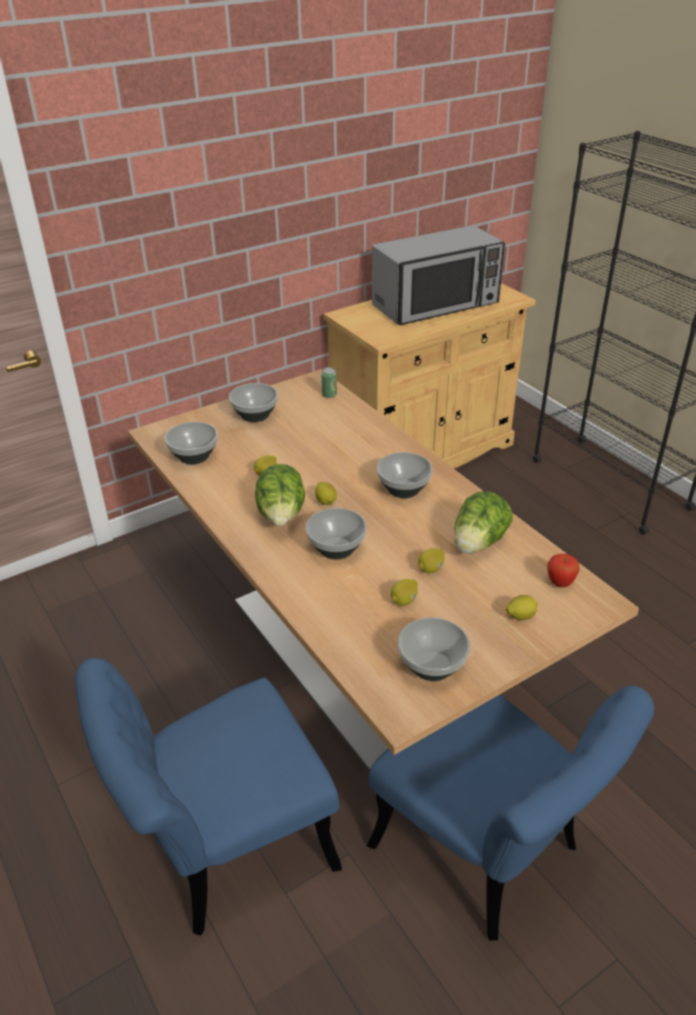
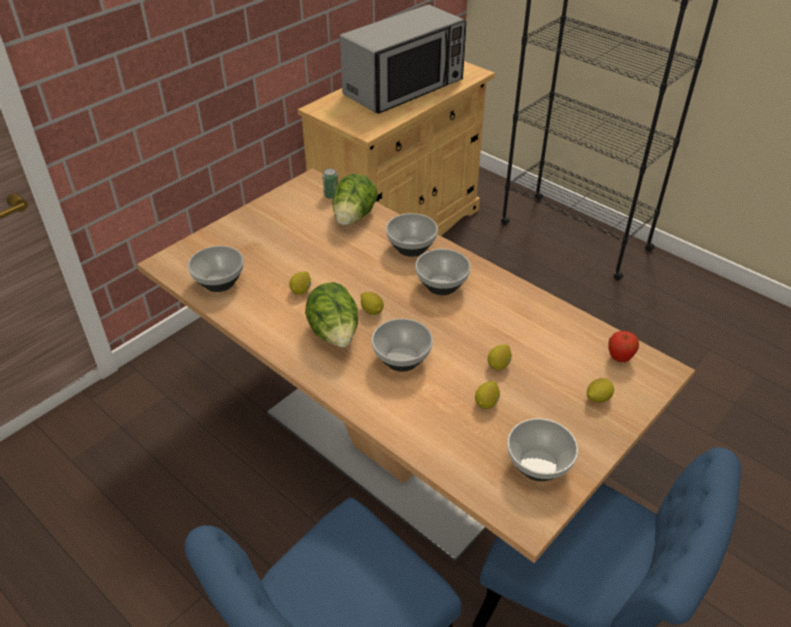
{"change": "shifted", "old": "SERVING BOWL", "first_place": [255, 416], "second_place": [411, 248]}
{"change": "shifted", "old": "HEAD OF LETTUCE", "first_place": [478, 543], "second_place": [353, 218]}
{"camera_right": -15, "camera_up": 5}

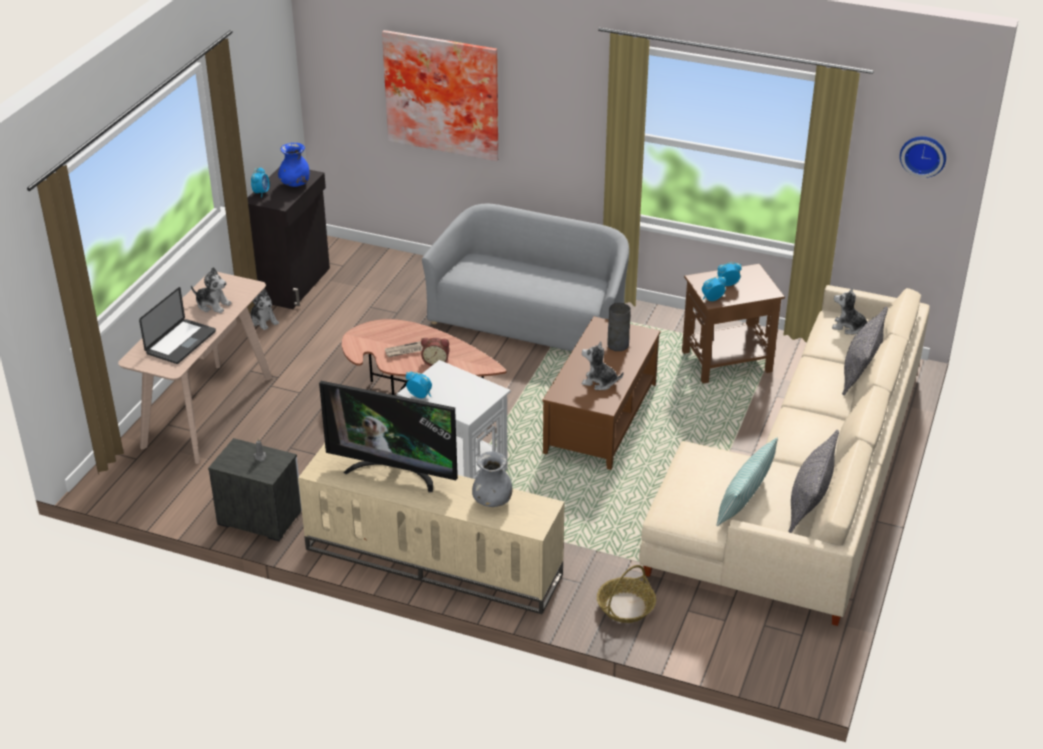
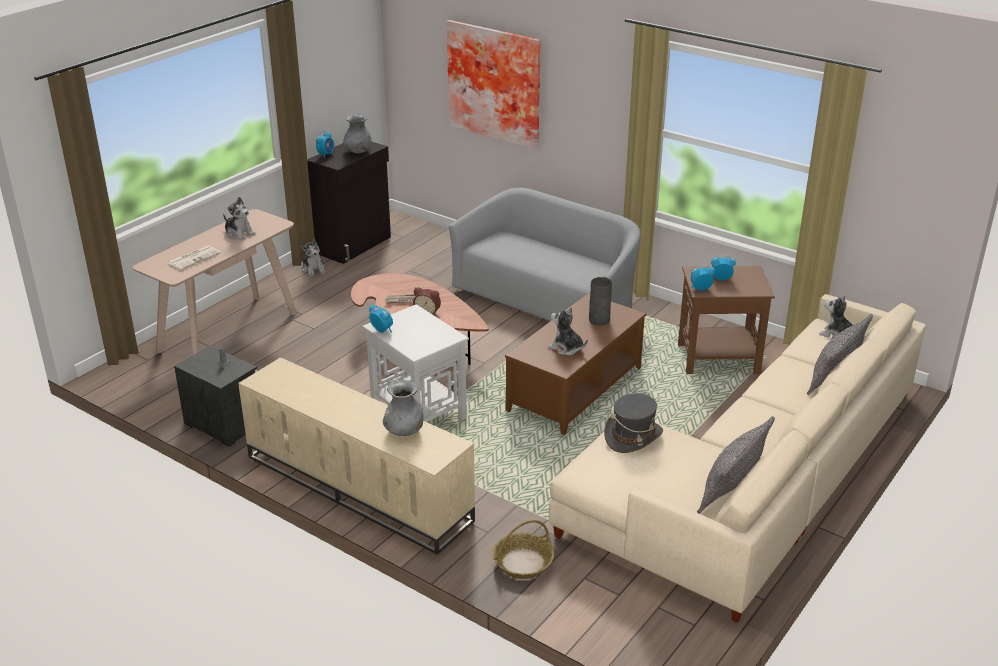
{"change": "gone", "old": "CLOCK ON THE WALL", "first_place": [923, 155]}
{"change": "repainted", "old": "BLUE-COLOURED FLOWER VASE", "new": "GREYISH FLOWER VASE", "first_place": [295, 184], "second_place": [358, 151]}
{"change": "swapped", "old": "LAPTOP", "new": "PRINTED PAPER", "first_place": [181, 342], "second_place": [194, 258]}
{"change": "gone", "old": "TV SET", "first_place": [394, 472]}
{"change": "gone", "old": "CUSHION", "first_place": [744, 499]}
{"change": "new", "new": "GREYISH CLOTHING HAT", "second_place": [633, 436]}
{"camera_right": 15, "camera_up": -5}

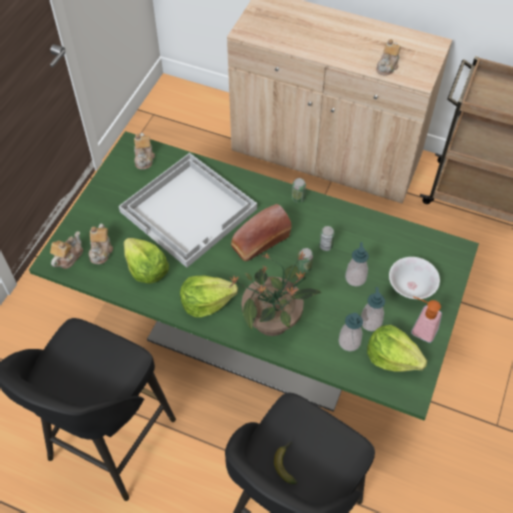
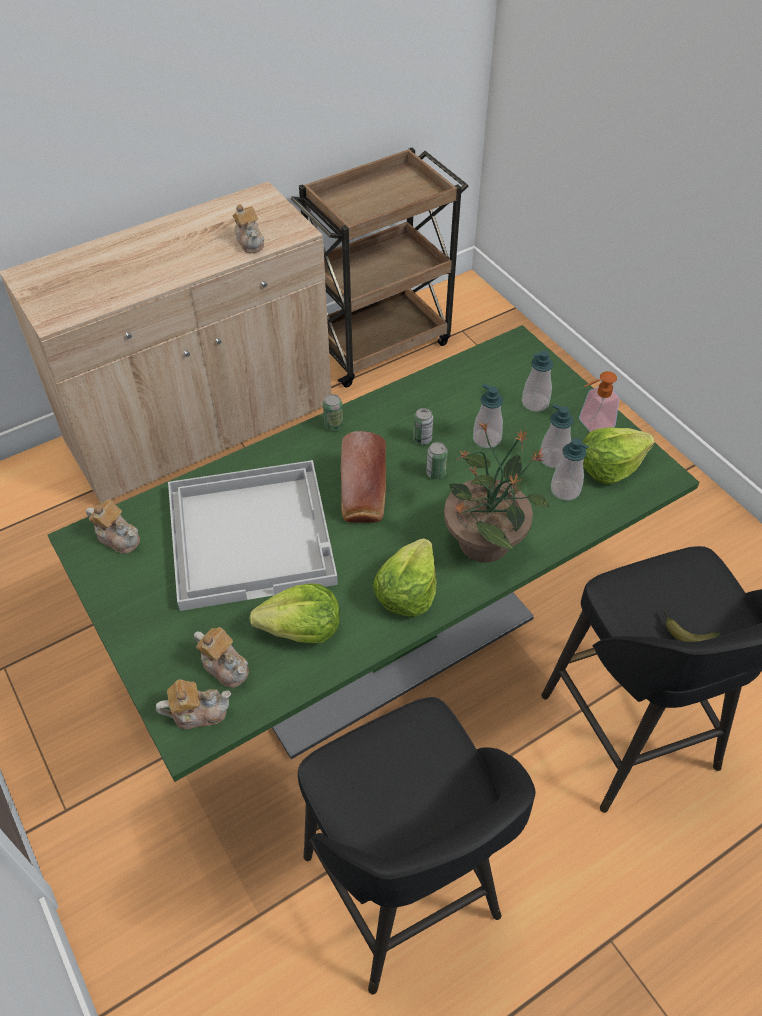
{"change": "rotated", "old": "POT FOR TEA", "first_place": [68, 257], "second_place": [198, 712], "degrees": 105}
{"change": "swapped", "old": "WHITISH SERVING BOWL", "new": "LIQUID SOAP BOTTLE", "first_place": [411, 287], "second_place": [535, 403]}
{"camera_right": -55, "camera_up": -5}

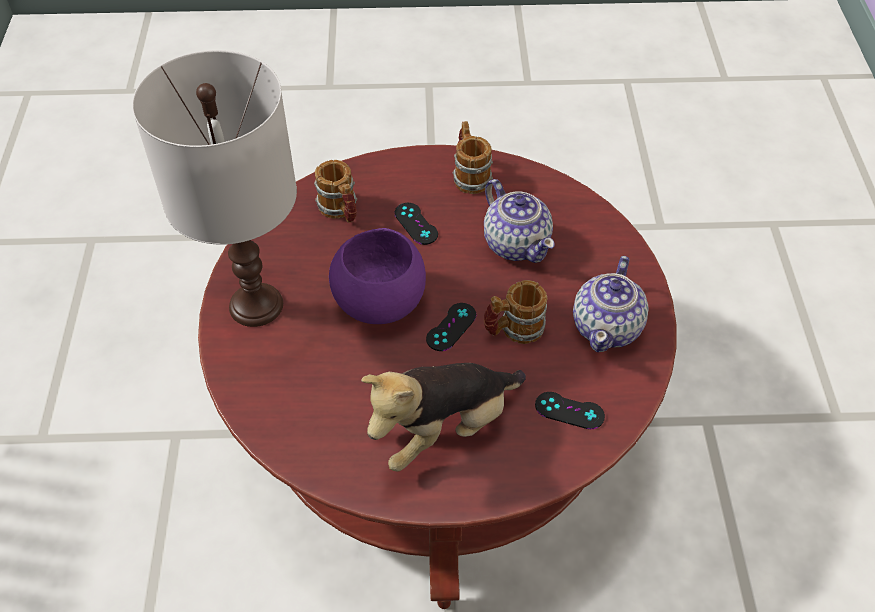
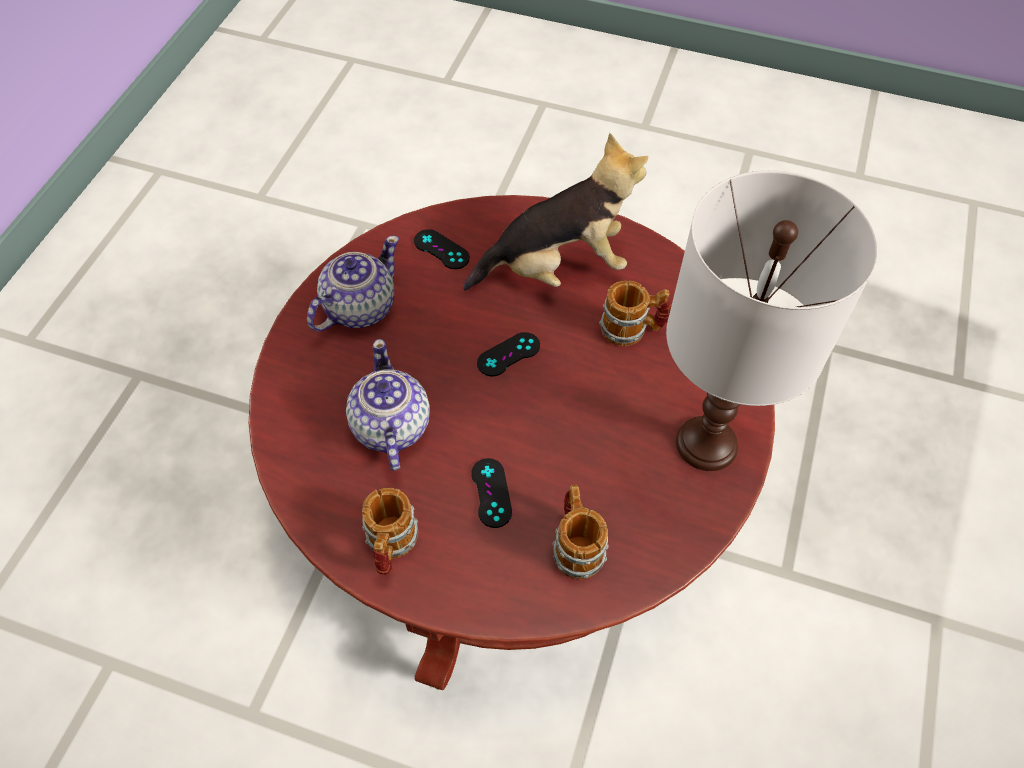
{"change": "gone", "old": "PURPLISH SERVING BOWL", "first_place": [381, 300]}
{"change": "shifted", "old": "TEA MUG", "first_place": [513, 330], "second_place": [632, 329]}
{"camera_right": -160, "camera_up": 5}

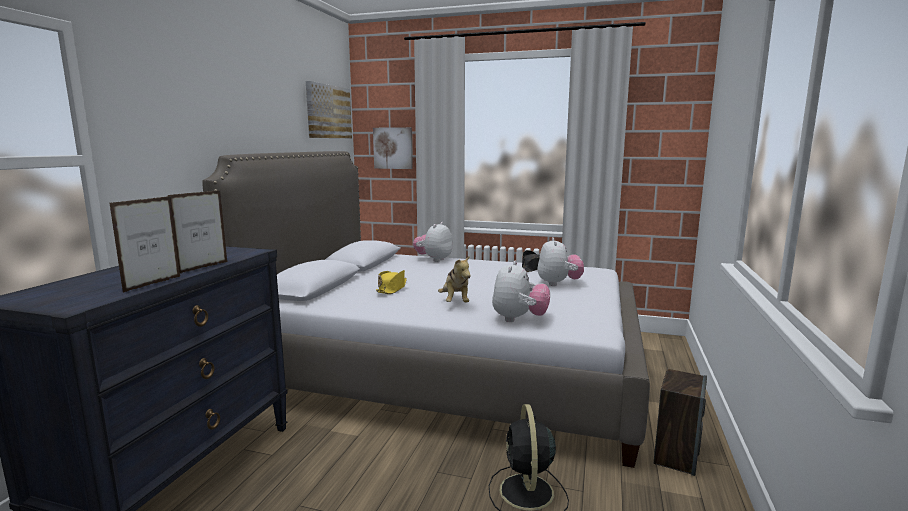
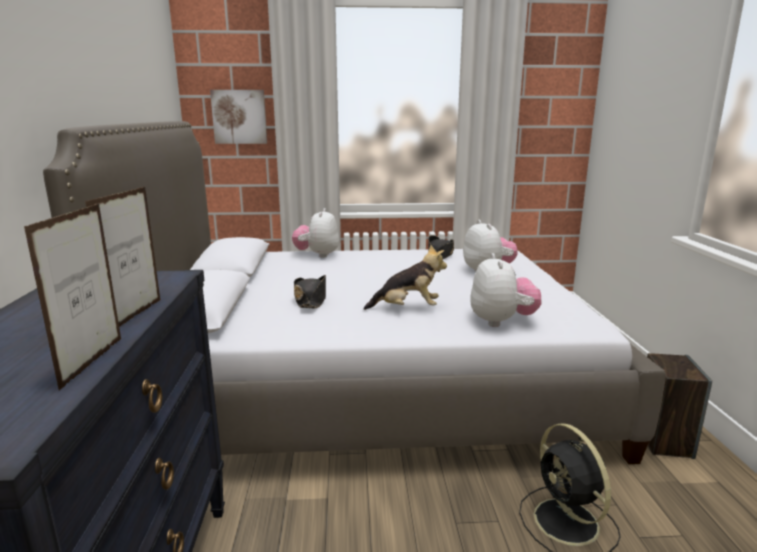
{"change": "gone", "old": "WALL PICTURE", "first_place": [328, 112]}
{"change": "rotated", "old": "PLUSH TOY", "first_place": [455, 302], "second_place": [407, 308], "degrees": -60}
{"change": "repainted", "old": "YELLOWISH CLOTHING HAT", "new": "BLACK CLOTHING HAT", "first_place": [392, 289], "second_place": [310, 300]}
{"camera_right": -20, "camera_up": 5}

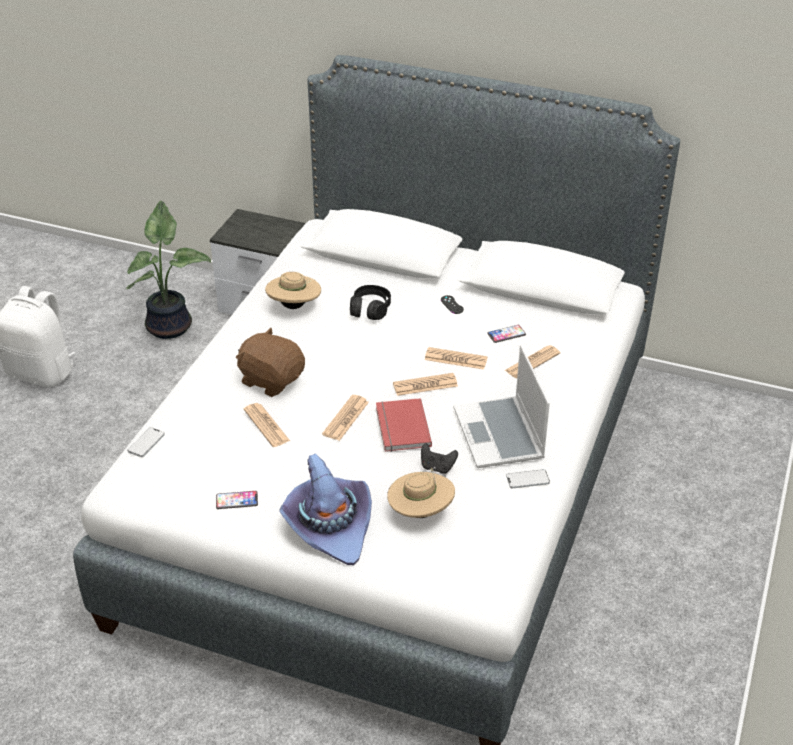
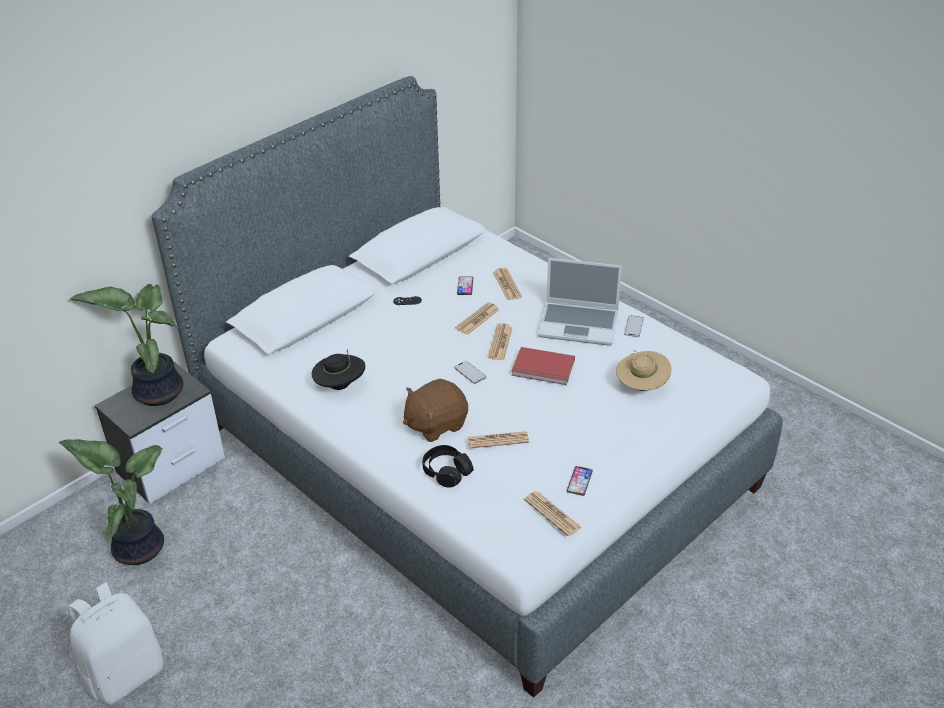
{"change": "repainted", "old": "BEIGE-COLOURED CLOTHING HAT", "new": "BLACK CLOTHING HAT", "first_place": [294, 306], "second_place": [340, 385]}
{"change": "shifted", "old": "BLACK PAIR OF HEADPHONES", "first_place": [370, 309], "second_place": [446, 472]}
{"change": "shifted", "old": "PRINTED PAPER", "first_place": [346, 418], "second_place": [552, 514]}
{"change": "shifted", "old": "TELEPHONE", "first_place": [146, 443], "second_place": [470, 373]}
{"change": "gone", "old": "BLACK GAME CONTROLLER", "first_place": [437, 467]}
{"change": "gone", "old": "PURPLISH CLOTHING HAT", "first_place": [329, 525]}
{"change": "new", "new": "HOUSEPLANT", "second_place": [156, 391]}
{"camera_right": -65, "camera_up": 0}

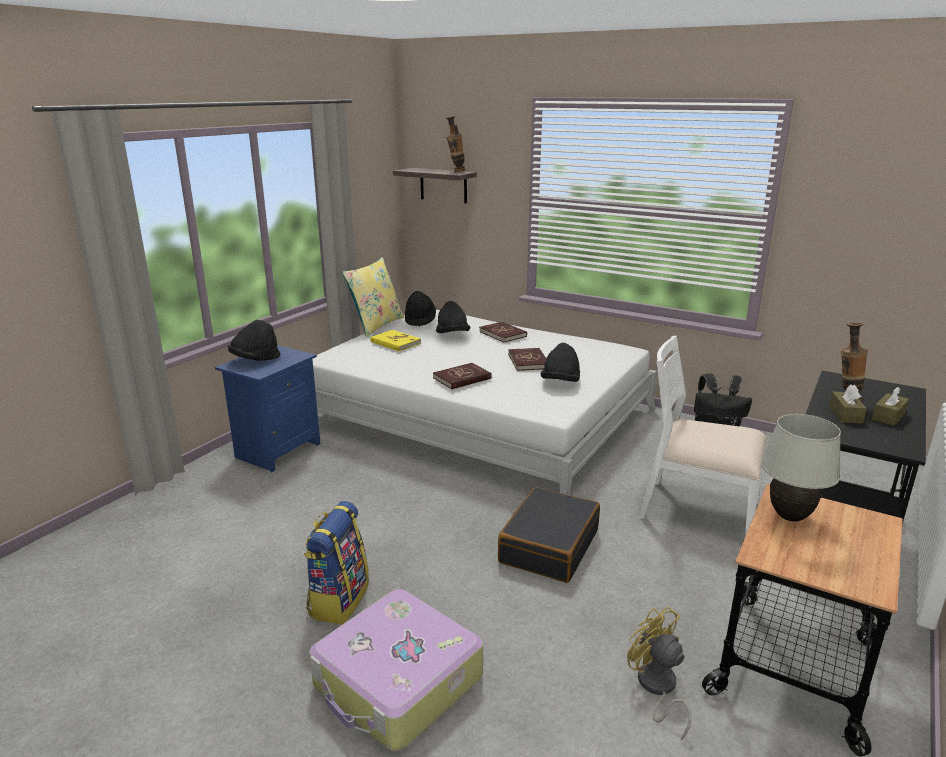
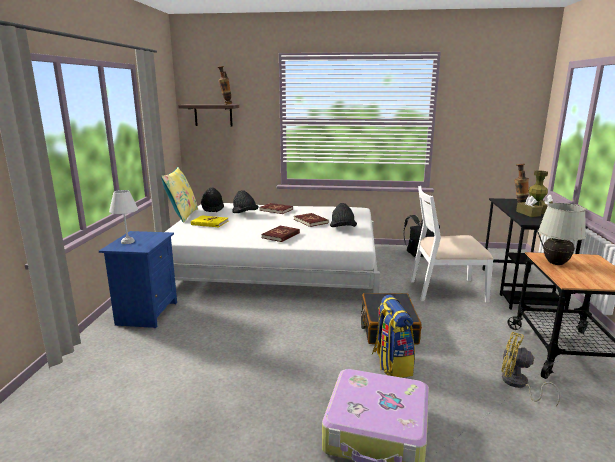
{"change": "swapped", "old": "BLACK CLOTHING HAT", "new": "WHITISH LAMP FOR A TABLE", "first_place": [255, 360], "second_place": [128, 241]}
{"change": "shifted", "old": "KNAPSACK", "first_place": [338, 599], "second_place": [391, 364]}
{"change": "new", "new": "GREEN FLOWER VASE", "second_place": [535, 203]}
{"camera_right": -25, "camera_up": -5}

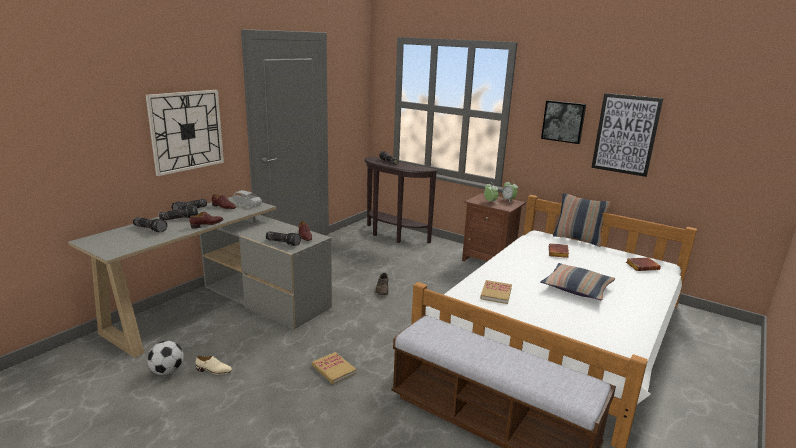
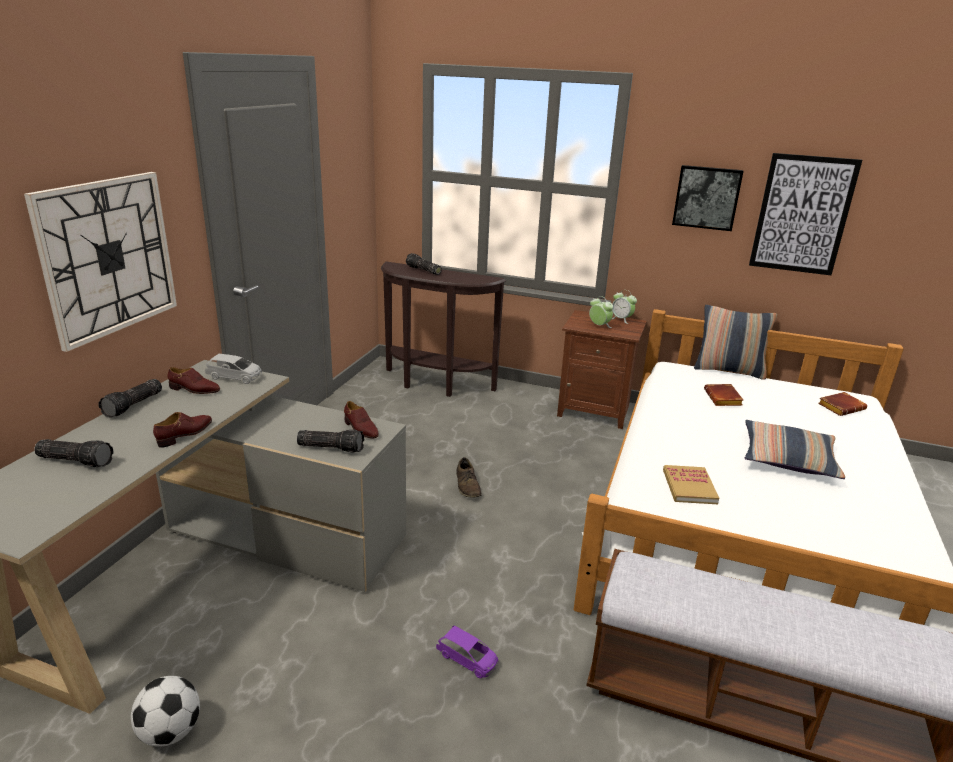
{"change": "gone", "old": "HAND TORCH", "first_place": [179, 218]}
{"change": "swapped", "old": "BOOK", "new": "PURPLISH MODEL CAR", "first_place": [334, 369], "second_place": [467, 659]}
{"change": "gone", "old": "BEIGE-COLOURED ITEM OF FOOTWEAR", "first_place": [214, 370]}
{"camera_right": -15, "camera_up": 5}

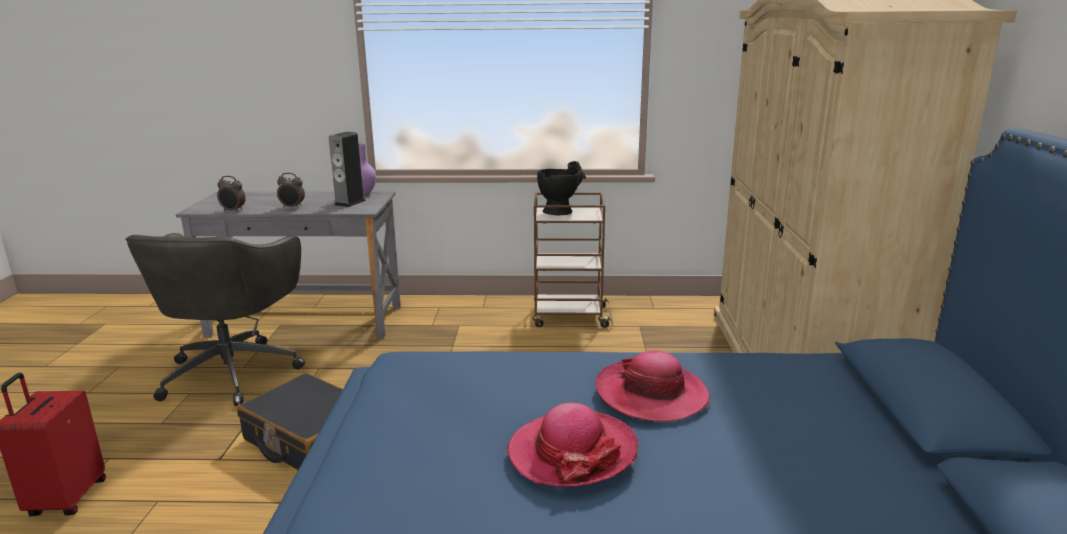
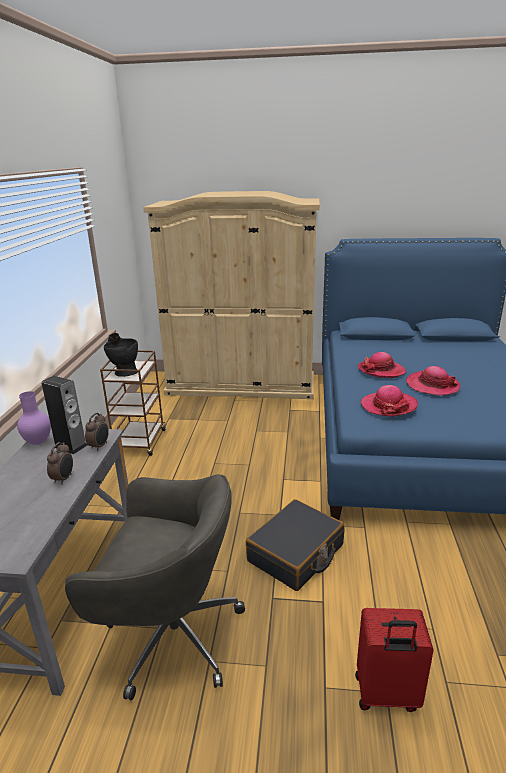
{"change": "shifted", "old": "BEDSIDE CLOCK", "first_place": [233, 211], "second_place": [100, 446]}
{"change": "new", "new": "CLOTHING HAT", "second_place": [388, 406]}
{"camera_right": -85, "camera_up": 5}

